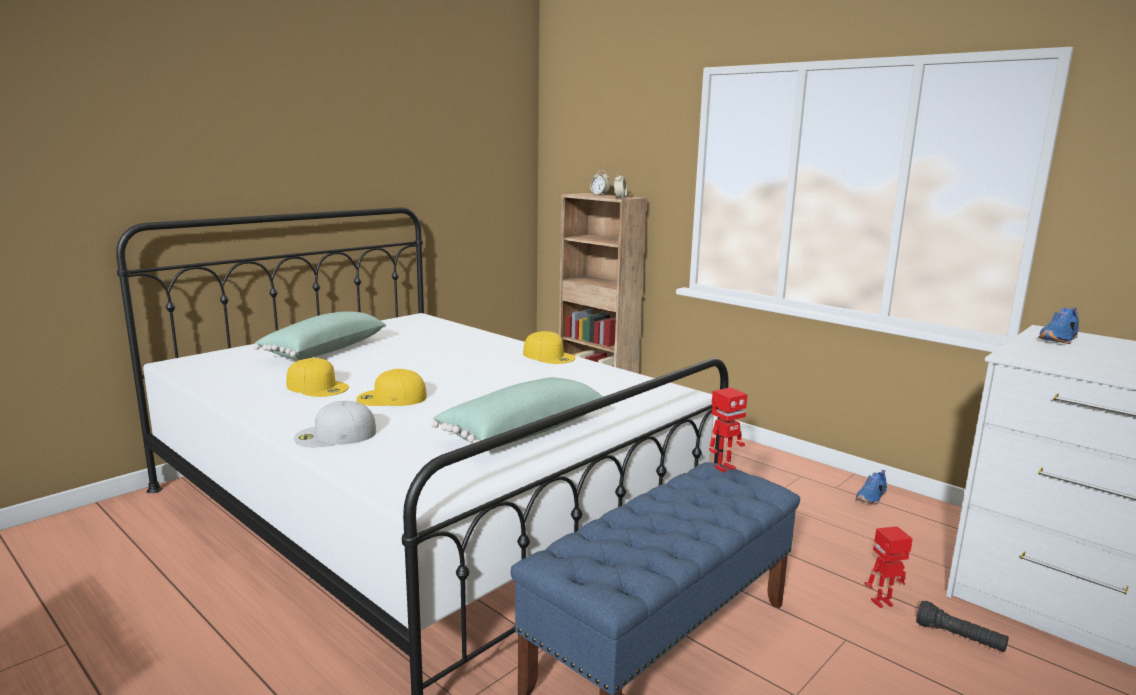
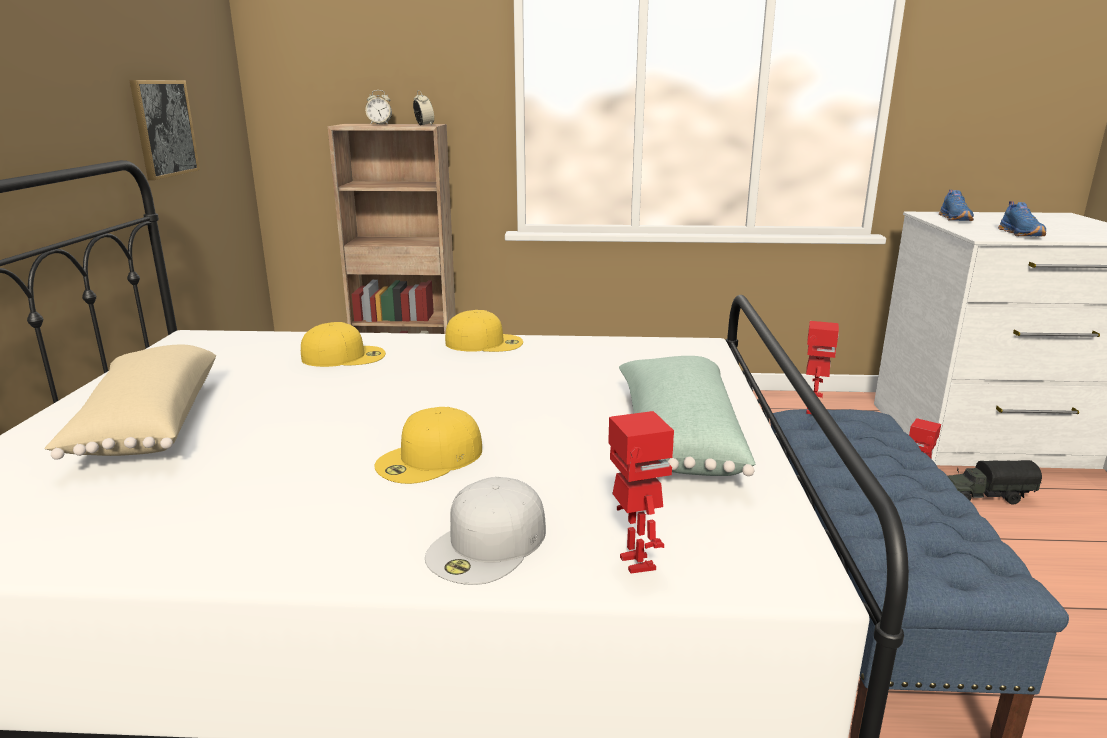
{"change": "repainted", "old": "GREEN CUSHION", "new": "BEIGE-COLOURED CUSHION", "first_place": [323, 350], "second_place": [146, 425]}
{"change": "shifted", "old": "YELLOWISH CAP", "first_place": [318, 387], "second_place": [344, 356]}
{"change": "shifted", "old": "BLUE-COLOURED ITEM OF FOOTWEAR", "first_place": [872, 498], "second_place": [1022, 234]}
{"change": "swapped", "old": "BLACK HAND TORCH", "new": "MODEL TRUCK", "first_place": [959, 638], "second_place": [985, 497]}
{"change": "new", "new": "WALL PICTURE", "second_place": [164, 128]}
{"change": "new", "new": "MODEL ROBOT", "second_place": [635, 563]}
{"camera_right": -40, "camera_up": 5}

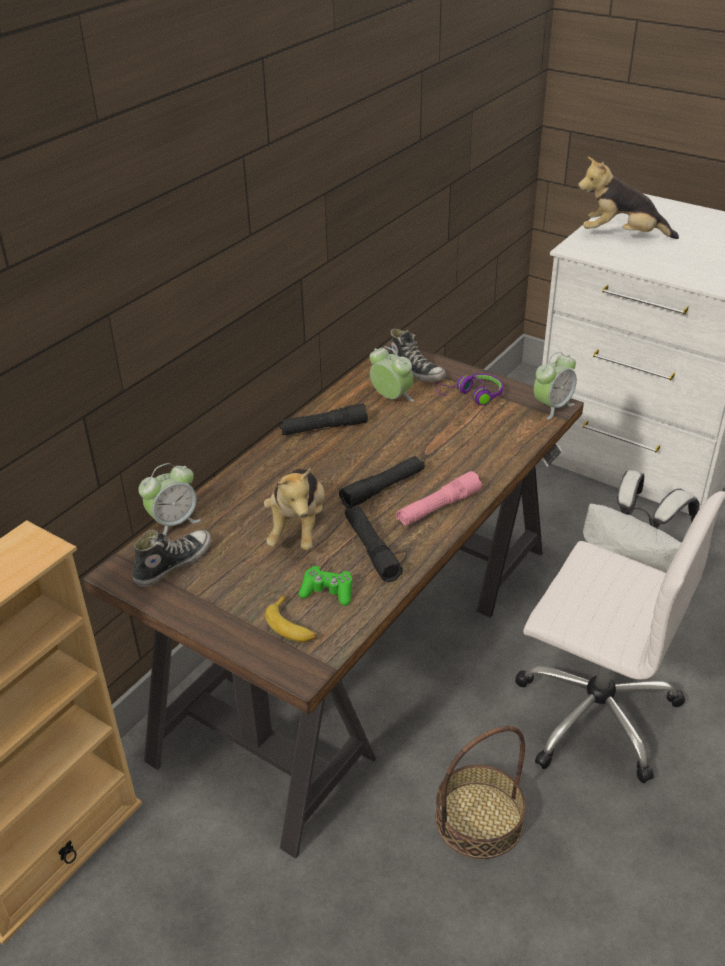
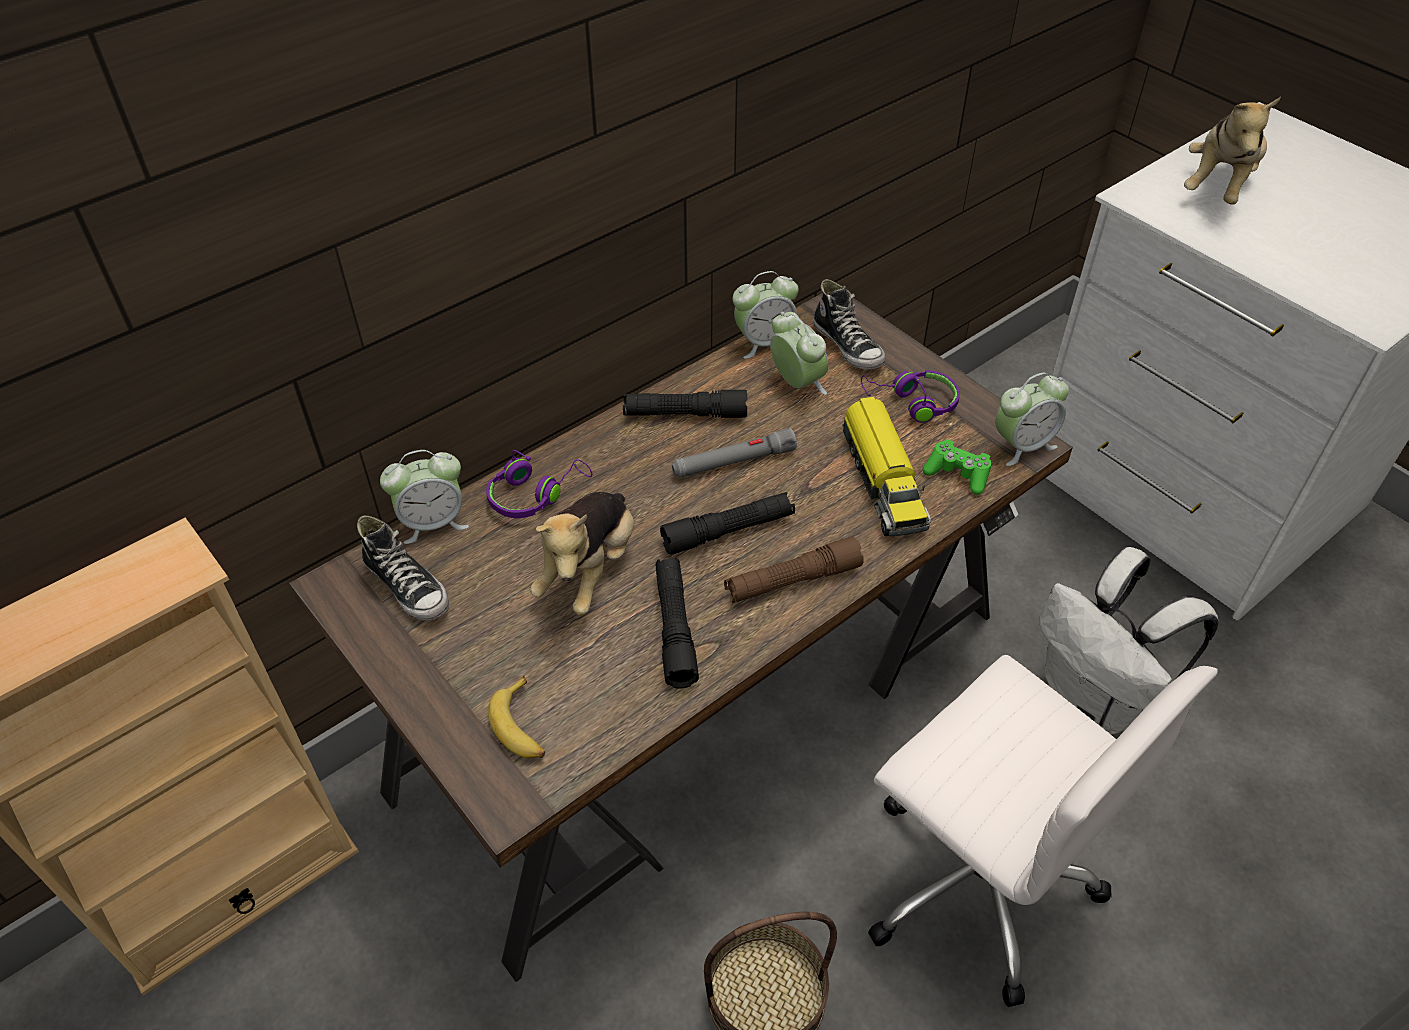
{"change": "rotated", "old": "PLUSH TOY", "first_place": [621, 236], "second_place": [1218, 186], "degrees": -90}
{"change": "repainted", "old": "PINK HAND TORCH", "new": "BROWN-COLOURED HAND TORCH", "first_place": [438, 508], "second_place": [792, 581]}
{"change": "rotated", "old": "ITEM OF FOOTWEAR", "first_place": [173, 563], "second_place": [408, 587], "degrees": 75}
{"change": "shifted", "old": "GREEN GAME CONTROLLER", "first_place": [327, 592], "second_place": [957, 473]}
{"change": "new", "new": "BEDSIDE CLOCK", "second_place": [764, 342]}
{"change": "new", "new": "MODEL TRUCK", "second_place": [882, 480]}
{"change": "new", "new": "GREYISH HAND TORCH", "second_place": [733, 462]}
{"change": "new", "new": "PURPLISH PAIR OF HEADPHONES", "second_place": [535, 494]}
{"camera_right": 15, "camera_up": 10}

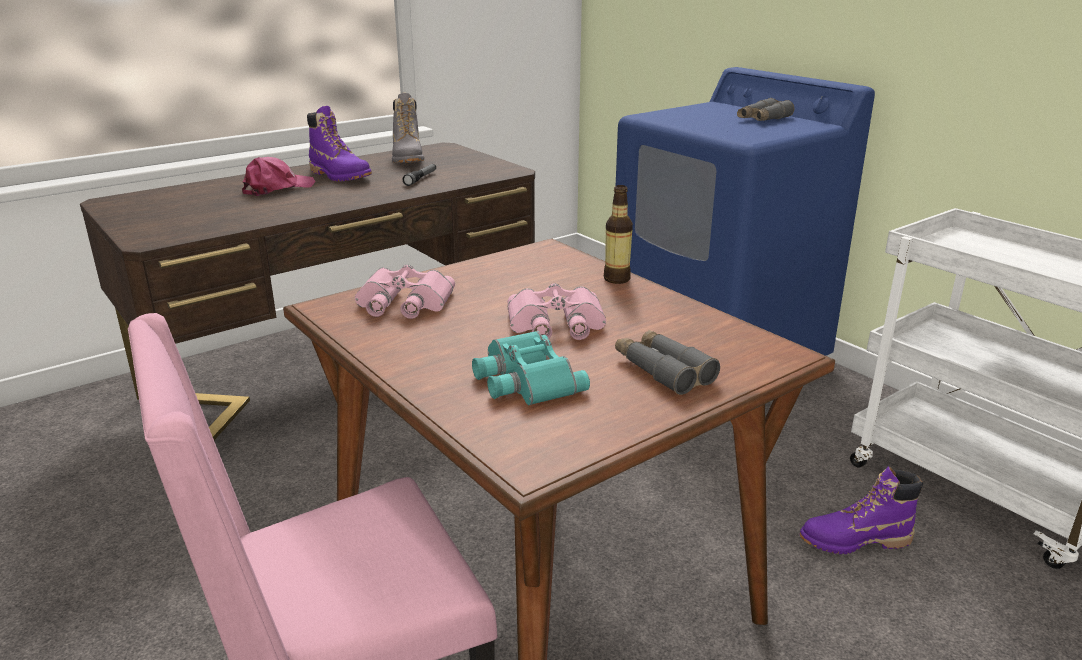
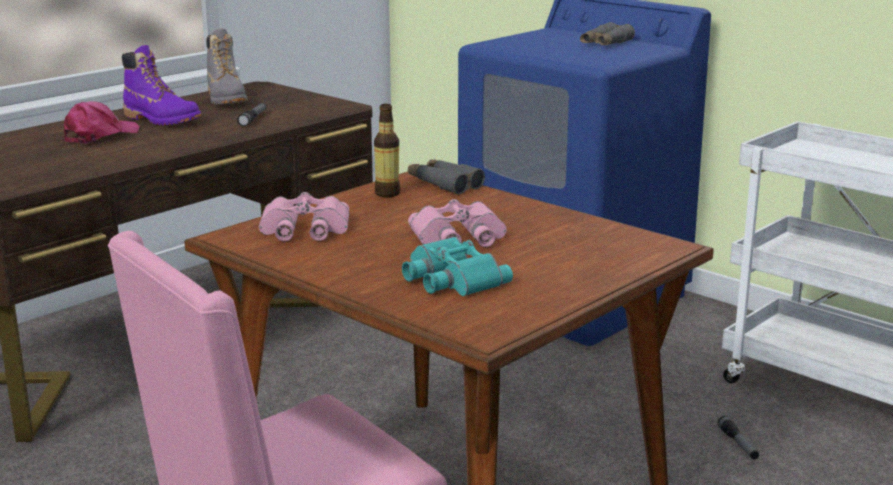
{"change": "shifted", "old": "BOTTLE", "first_place": [616, 279], "second_place": [387, 193]}
{"change": "shifted", "old": "GREYISH PAIR OF BINOCULARS", "first_place": [663, 370], "second_place": [444, 184]}
{"change": "swapped", "old": "PURPLISH HIGH-TOP BOOT", "new": "HAND TORCH", "first_place": [854, 541], "second_place": [738, 444]}
{"camera_right": -10, "camera_up": -5}

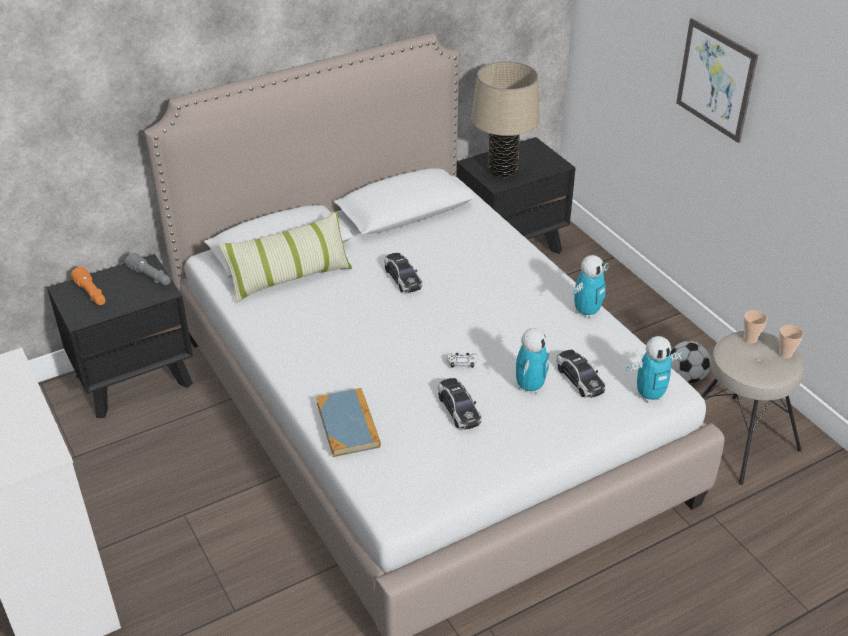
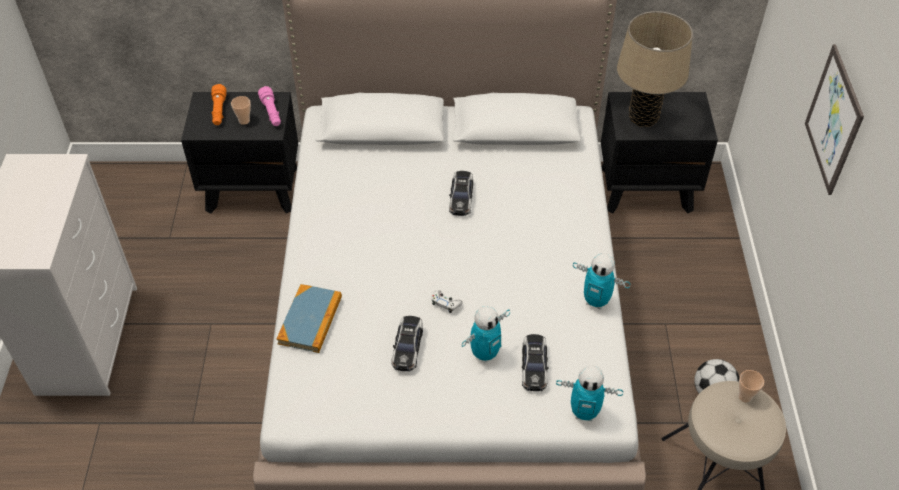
{"change": "gone", "old": "CUSHION", "first_place": [289, 278]}
{"change": "repainted", "old": "GREYISH HAND TORCH", "new": "PINK HAND TORCH", "first_place": [150, 277], "second_place": [271, 113]}
{"change": "rotated", "old": "MODEL ROBOT", "first_place": [587, 312], "second_place": [596, 301], "degrees": 45}
{"change": "shifted", "old": "SMALL CUP", "first_place": [785, 354], "second_place": [244, 121]}
{"camera_right": 30, "camera_up": 10}

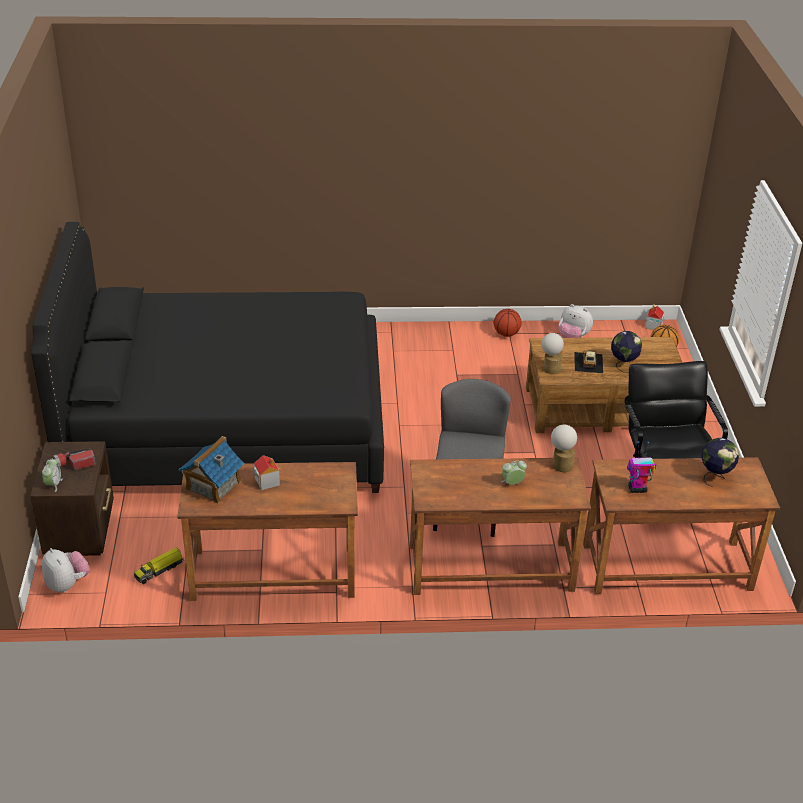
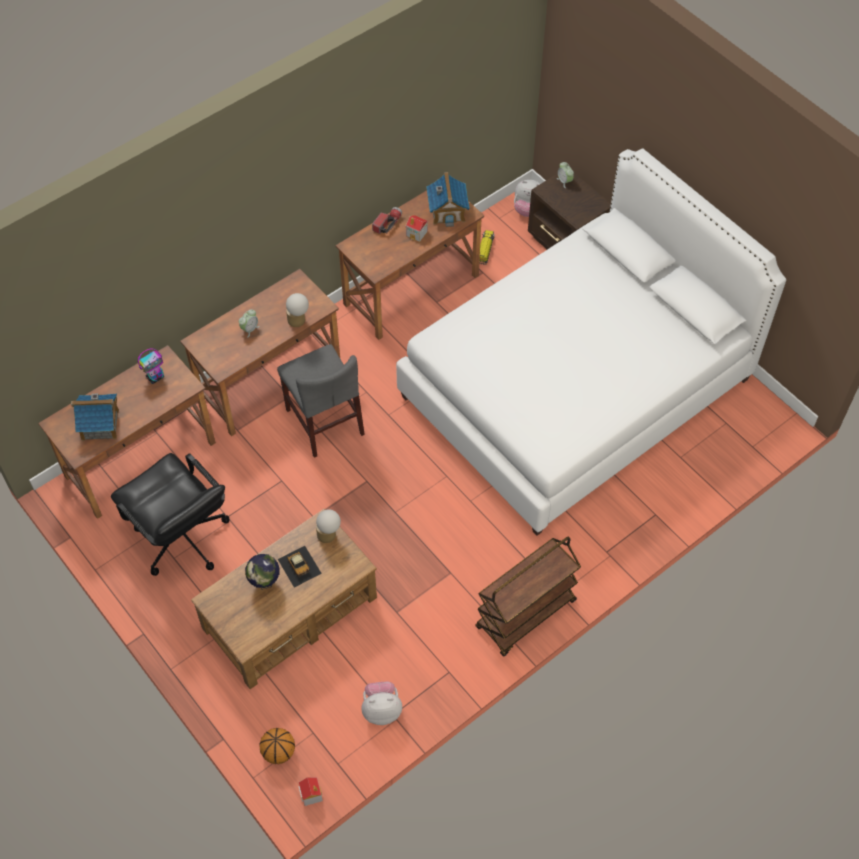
{"change": "repainted", "old": "BLACK BED", "new": "WHITISH BED", "first_place": [227, 426], "second_place": [575, 388]}
{"change": "gone", "old": "BASKETBALL BALL", "first_place": [506, 334]}
{"change": "shifted", "old": "LAMP FOR A TABLE", "first_place": [561, 463], "second_place": [298, 321]}
{"change": "swapped", "old": "DESK GLOBE", "new": "MODEL HOUSE", "first_place": [715, 477], "second_place": [100, 425]}
{"change": "shifted", "old": "HAND TORCH", "first_place": [75, 464], "second_place": [387, 224]}
{"change": "new", "new": "BROWN-COLOURED TROLLEY", "second_place": [525, 615]}
{"camera_right": 145, "camera_up": 20}

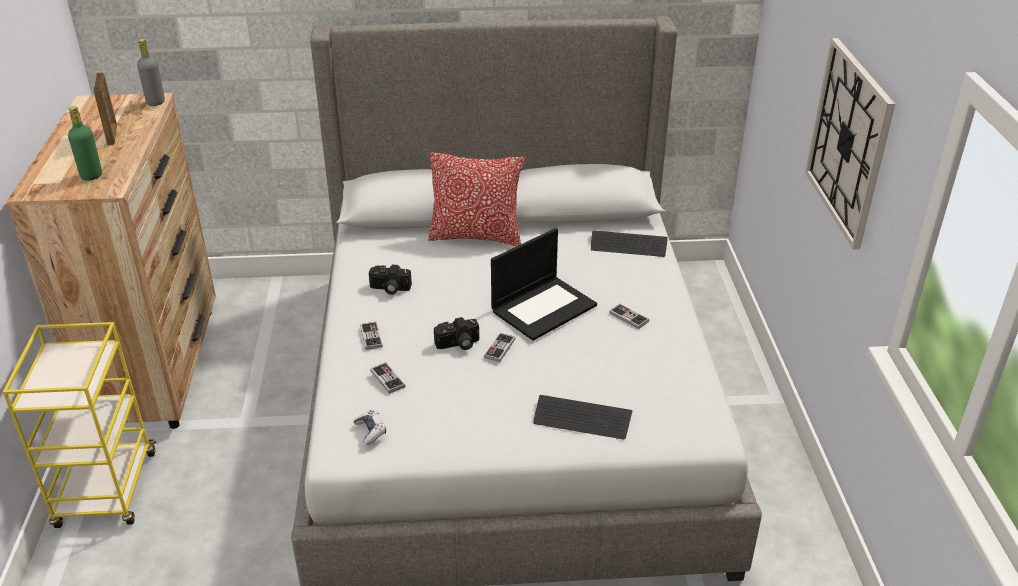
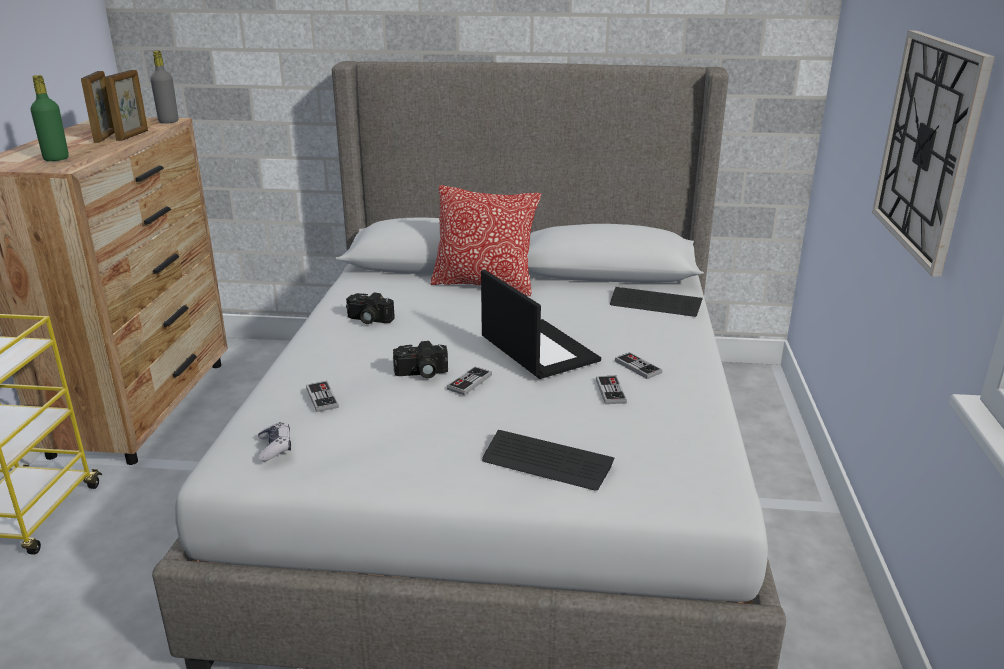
{"change": "rotated", "old": "LAPTOP", "first_place": [544, 307], "second_place": [537, 349], "degrees": -90}
{"change": "shifted", "old": "GAME CONTROLLER", "first_place": [371, 337], "second_place": [610, 391]}
{"change": "new", "new": "PICTURE FRAME", "second_place": [133, 135]}
{"camera_right": 10, "camera_up": -10}

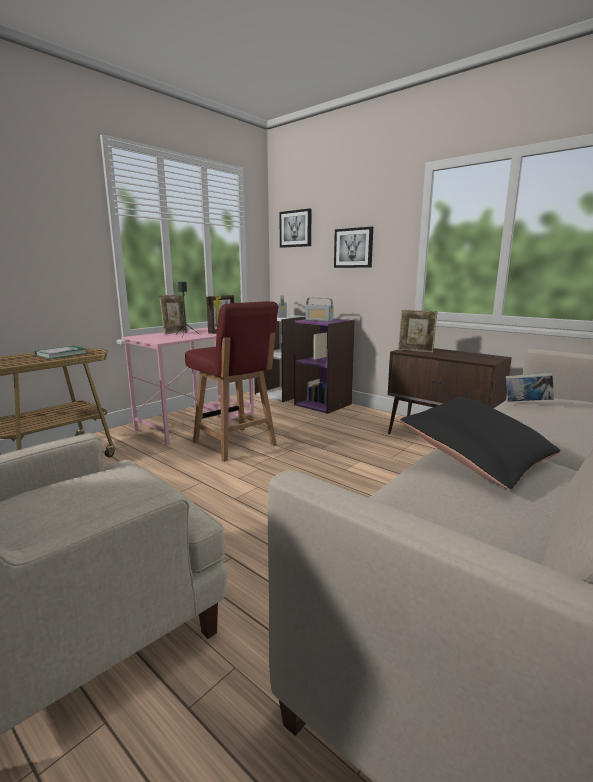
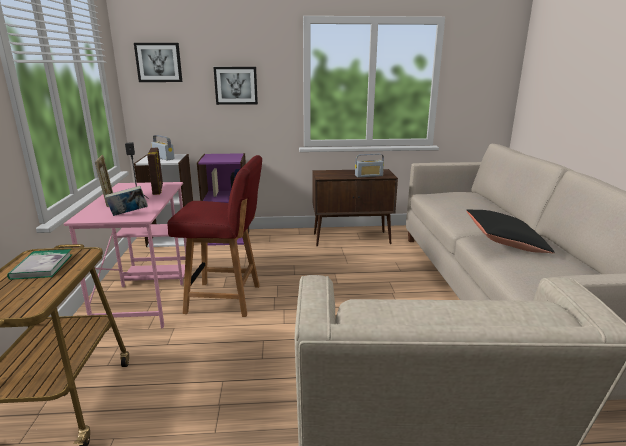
{"change": "shifted", "old": "RADIO SET", "first_place": [319, 320], "second_place": [369, 175]}
{"change": "gone", "old": "PICTURE FRAME", "first_place": [415, 351]}
{"change": "shifted", "old": "BOOK", "first_place": [526, 403], "second_place": [128, 214]}
{"camera_right": -45, "camera_up": 5}

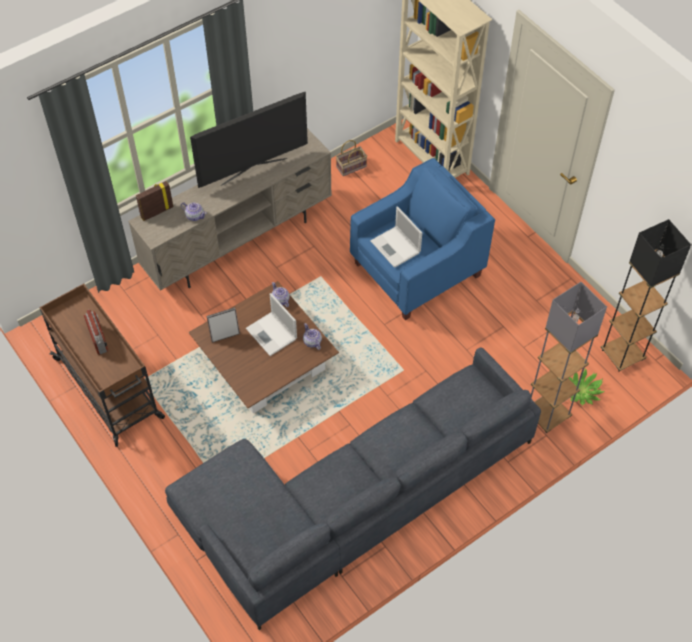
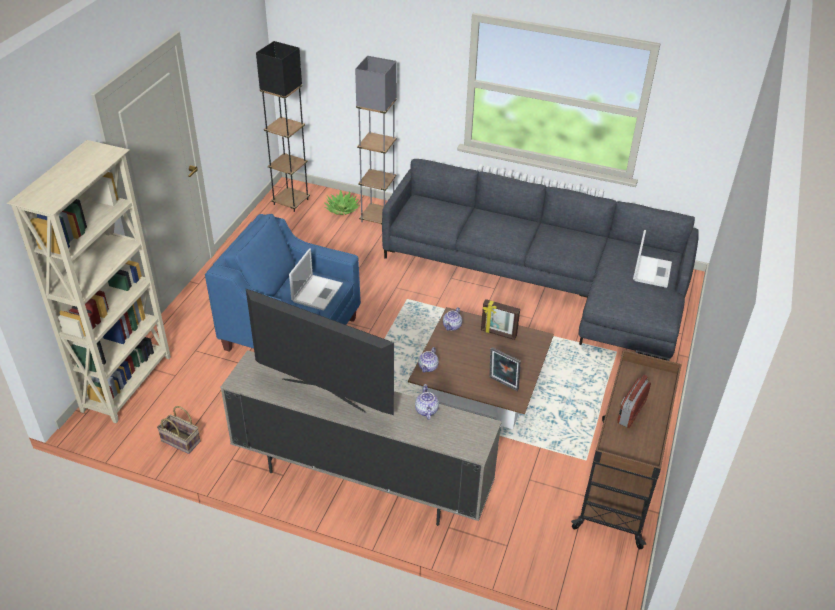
{"change": "shifted", "old": "PICTURE FRAME", "first_place": [157, 212], "second_place": [498, 334]}
{"change": "shifted", "old": "LAPTOP", "first_place": [272, 334], "second_place": [652, 271]}
{"camera_right": -125, "camera_up": -15}

